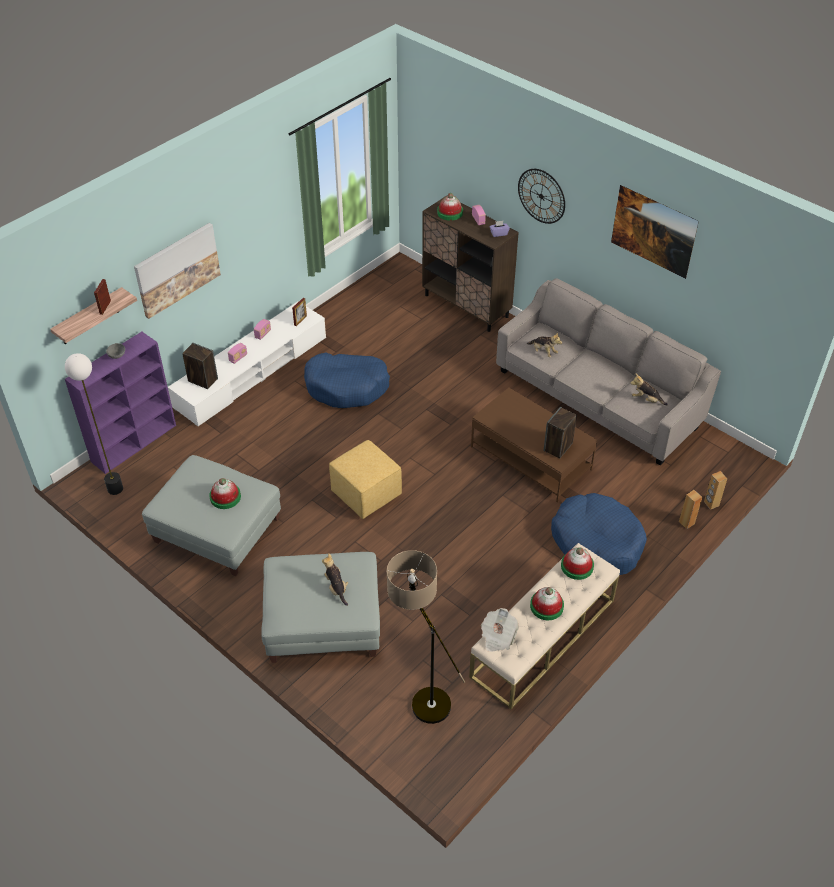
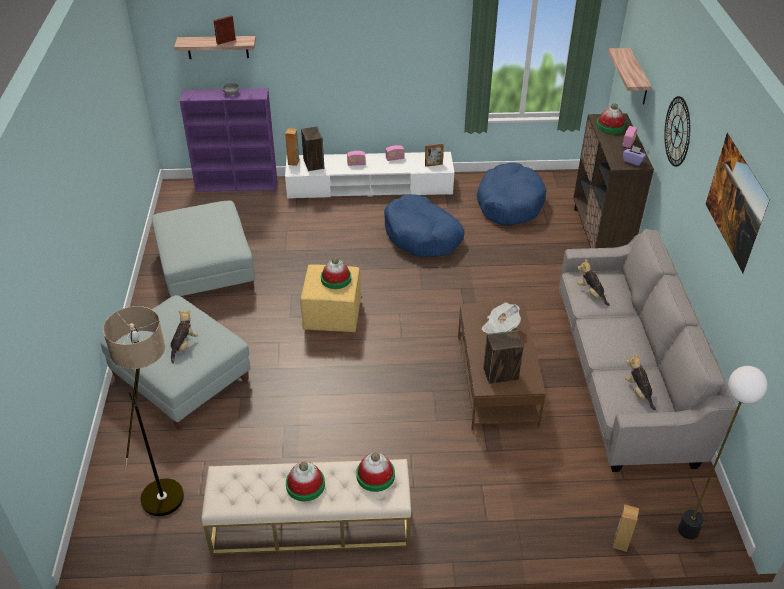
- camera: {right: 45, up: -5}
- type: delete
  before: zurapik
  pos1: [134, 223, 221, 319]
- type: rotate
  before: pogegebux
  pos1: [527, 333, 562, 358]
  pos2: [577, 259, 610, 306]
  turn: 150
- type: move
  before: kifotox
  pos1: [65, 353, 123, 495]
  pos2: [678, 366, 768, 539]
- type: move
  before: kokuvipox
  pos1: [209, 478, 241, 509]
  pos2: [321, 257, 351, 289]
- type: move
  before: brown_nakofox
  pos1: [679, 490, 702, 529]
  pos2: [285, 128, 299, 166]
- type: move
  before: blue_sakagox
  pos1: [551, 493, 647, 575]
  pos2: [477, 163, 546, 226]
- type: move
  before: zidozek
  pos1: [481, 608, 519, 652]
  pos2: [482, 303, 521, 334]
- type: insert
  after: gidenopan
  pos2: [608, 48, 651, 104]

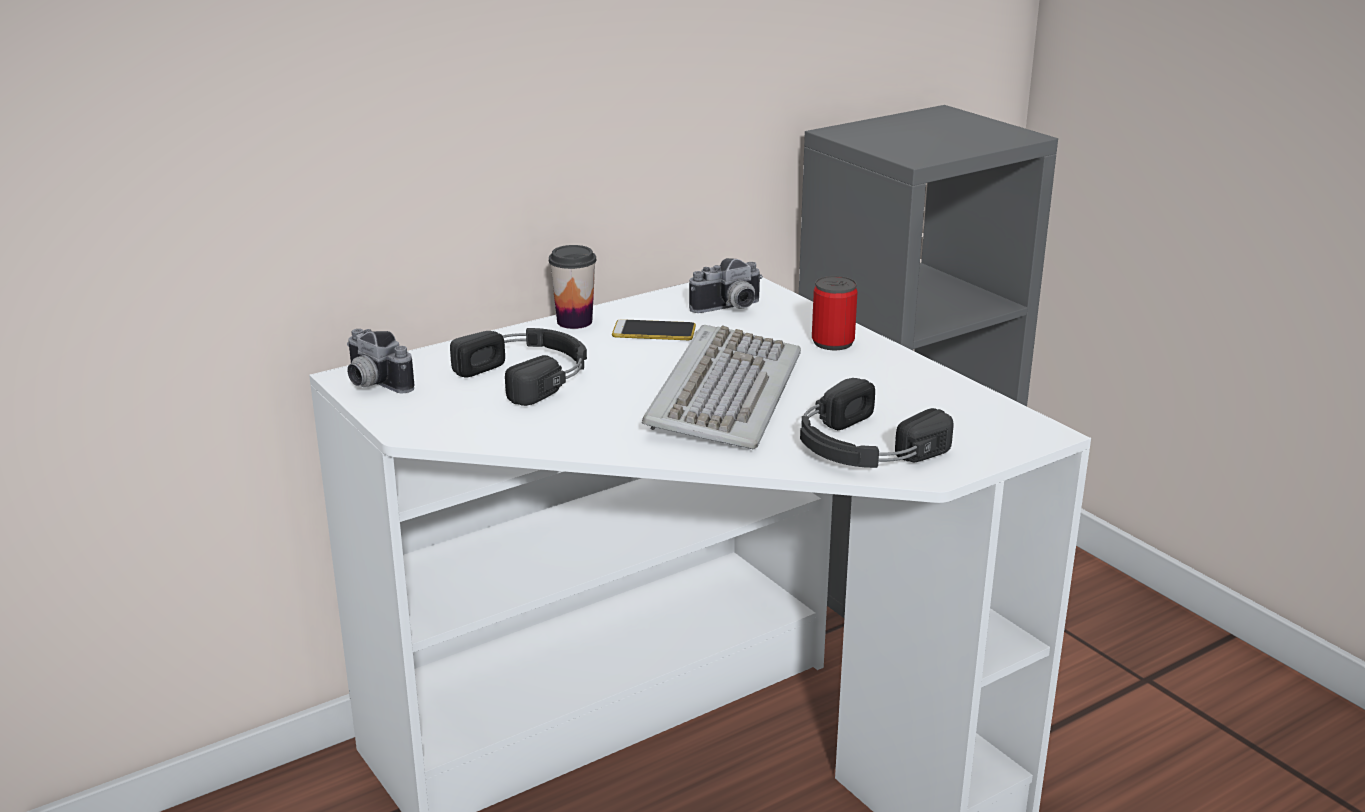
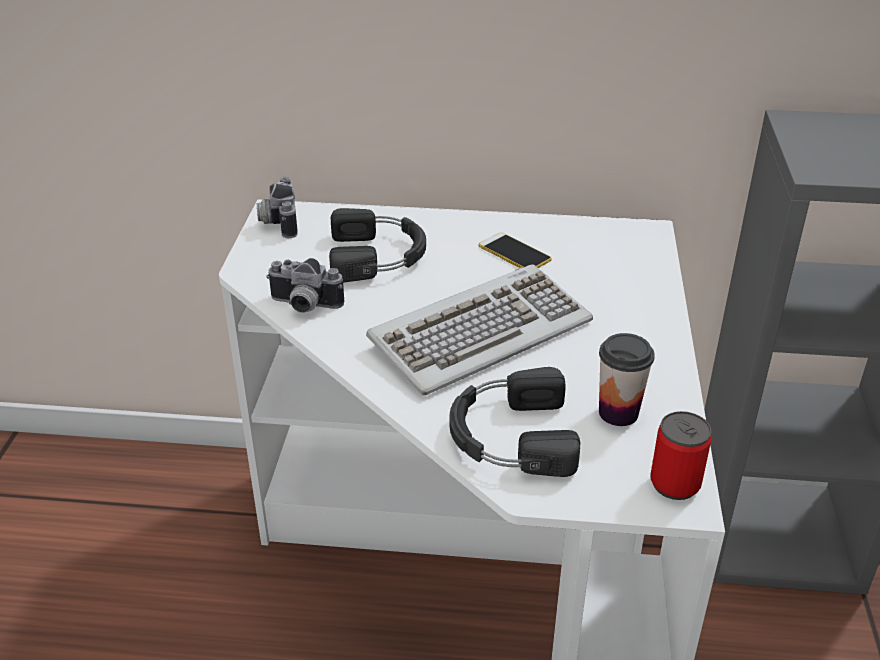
- camera: {right: 40, up: 10}
- type: move
  before: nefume
  pos1: [549, 245, 596, 329]
  pos2: [599, 333, 655, 426]
- type: move
  before: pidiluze
  pos1: [689, 258, 763, 313]
  pos2: [266, 258, 344, 313]
- type: move
  before: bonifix
  pos1: [812, 276, 858, 350]
  pos2: [651, 411, 712, 500]

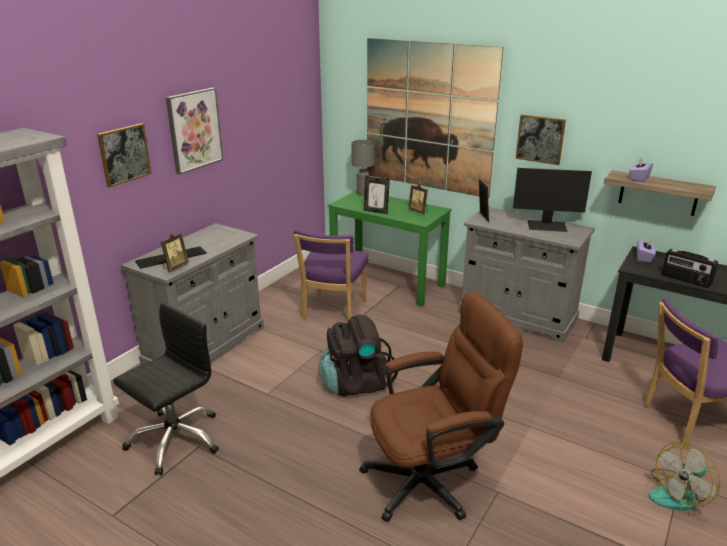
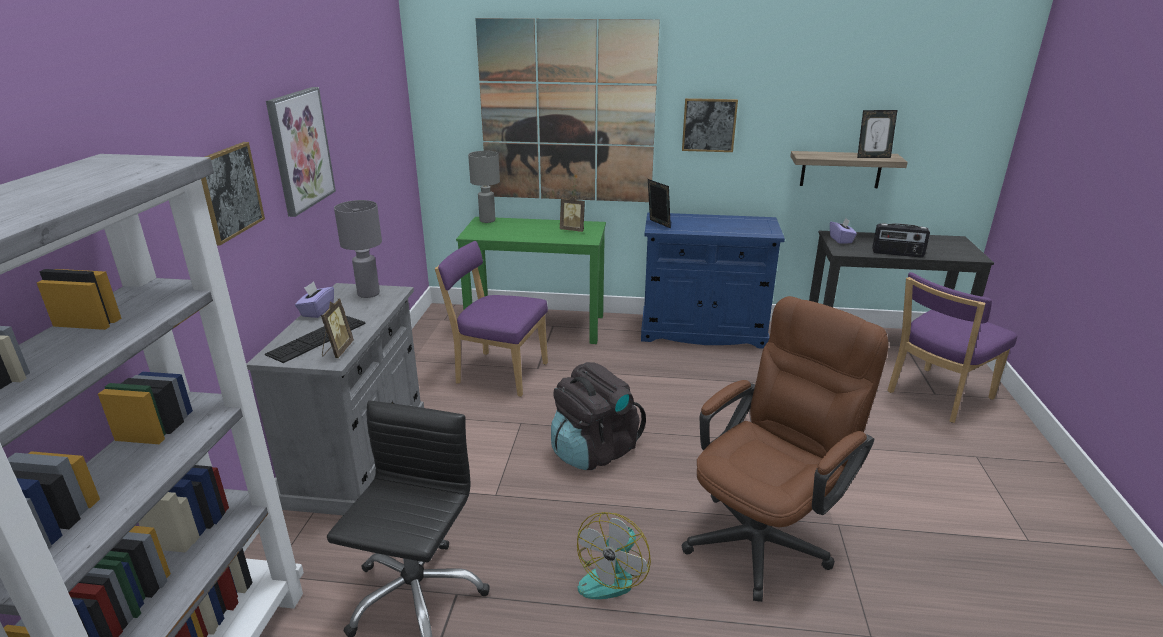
- camera: {right: -25, up: 0}
- type: move
  before: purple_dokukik
  pos1: [629, 158, 653, 182]
  pos2: [295, 281, 334, 318]
- type: delete
  before: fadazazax
  pos1: [513, 168, 592, 232]
- type: move
  before: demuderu
  pos1: [364, 176, 390, 214]
  pos2: [857, 110, 897, 158]
- type: recolor
  before: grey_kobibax
  after: blue_kobibax
  pos1: [459, 207, 595, 343]
  pos2: [641, 212, 785, 349]
- type: rotate
  before: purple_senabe
  pos1: [294, 230, 369, 320]
  pos2: [435, 241, 548, 397]
  turn: 120
- type: move
  before: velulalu
  pos1: [649, 442, 720, 511]
  pos2: [577, 512, 651, 599]
- type: insert
  after: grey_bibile
  pos2: [334, 200, 382, 298]

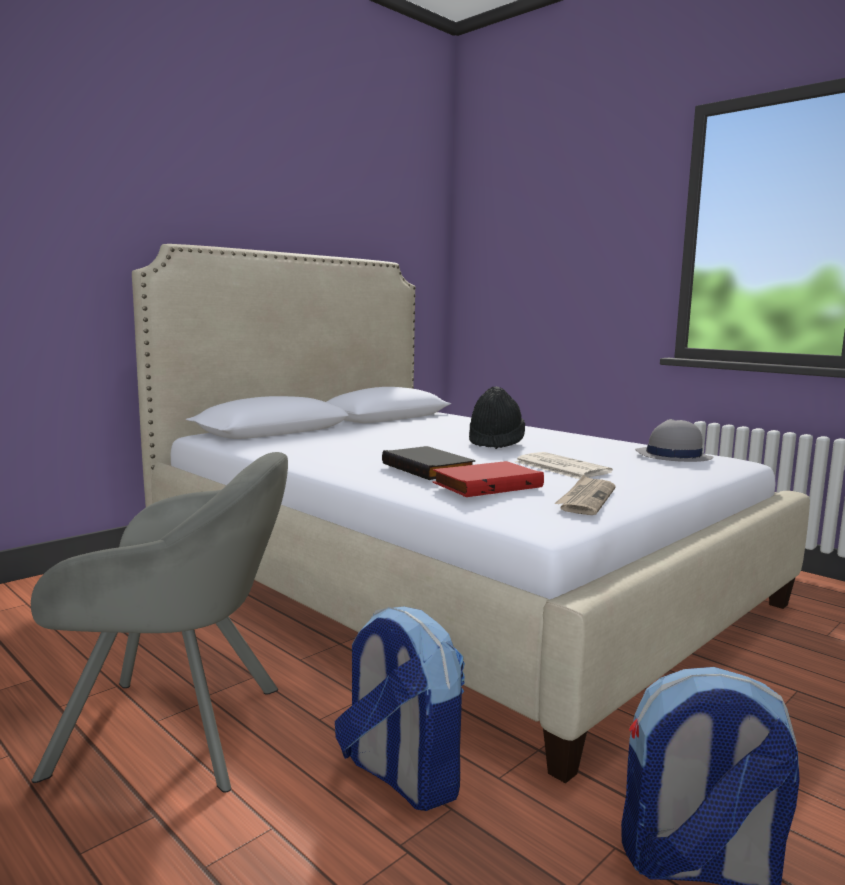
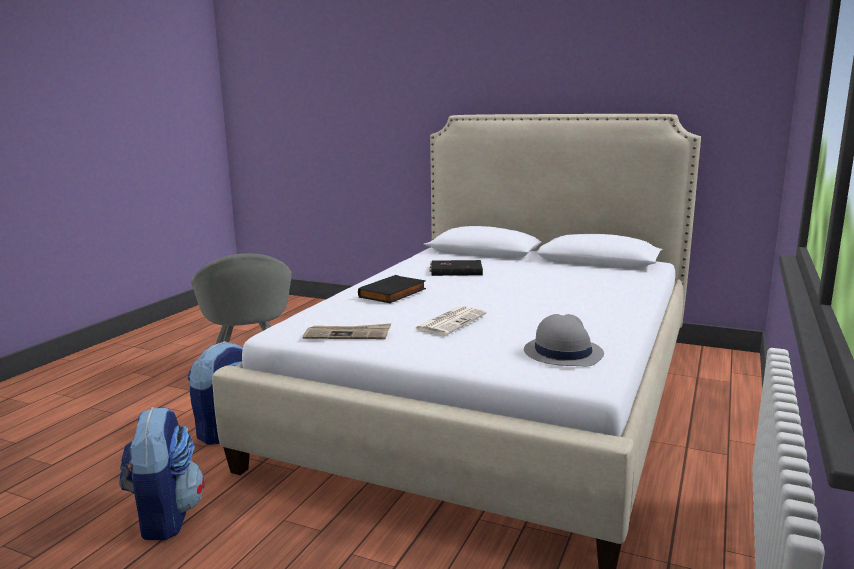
- camera: {right: 70, up: 5}
- type: delete
  before: black_kokuvipox
  pos1: [469, 386, 525, 449]
- type: delete
  before: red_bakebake
  pos1: [433, 461, 544, 497]
- type: insert
  after: black_bakebake
  pos2: [429, 260, 483, 276]

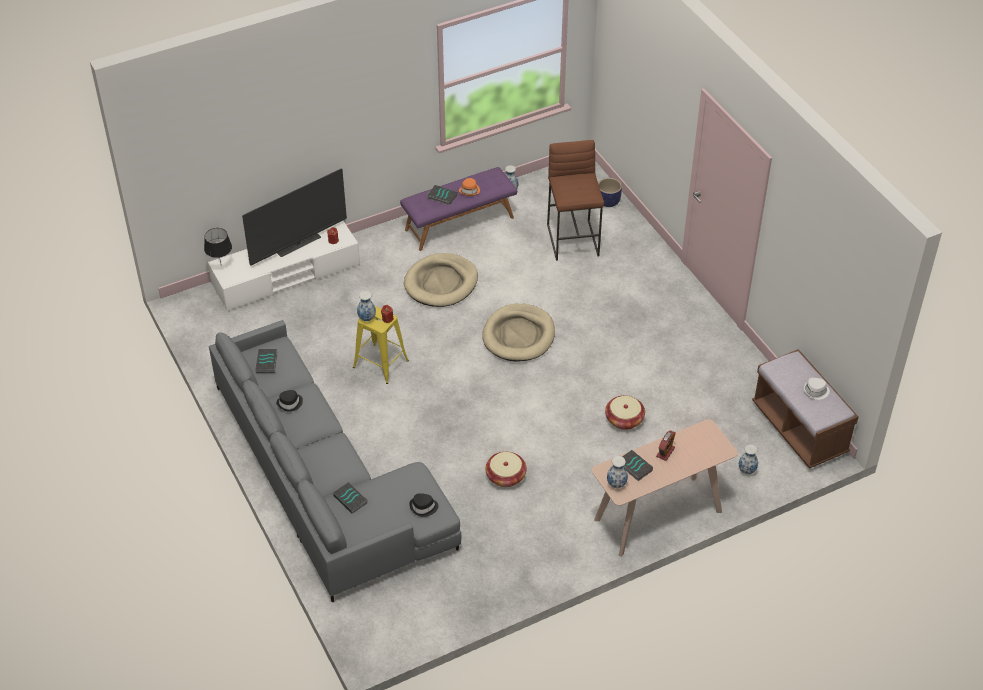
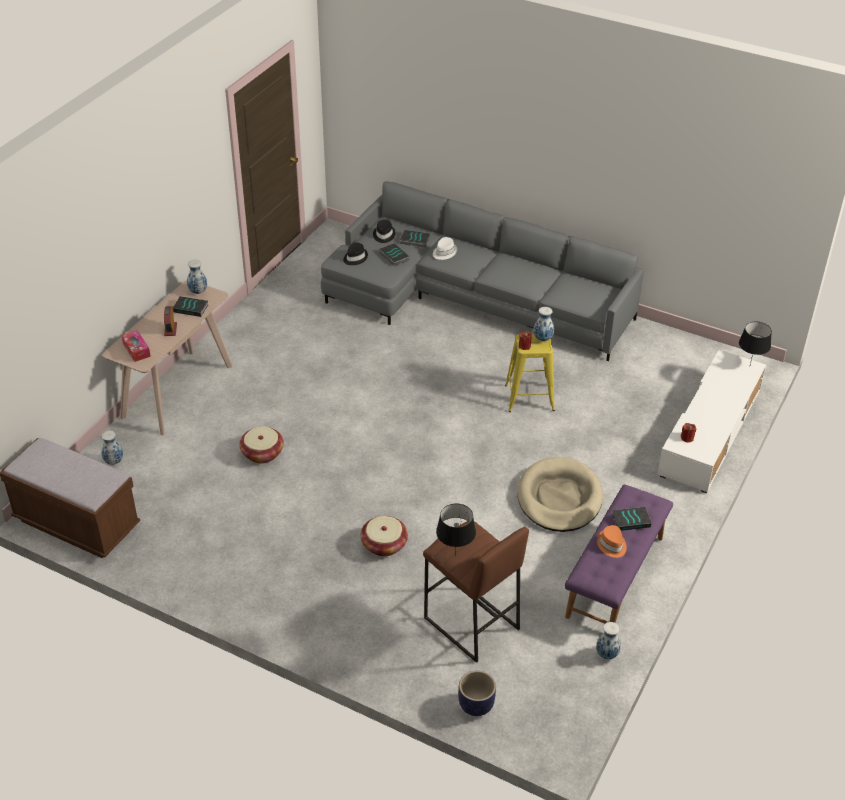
- camera: {right: 145, up: -5}
- type: delete
  before: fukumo
  pos1: [242, 168, 347, 266]
- type: delete
  before: beige_sakagox
  pos1: [482, 304, 555, 362]
- type: move
  before: bakebake
  pos1: [255, 349, 278, 373]
  pos2: [379, 243, 409, 266]
- type: move
  before: white_kokuvipox
  pos1: [803, 378, 830, 400]
  pos2: [433, 237, 457, 260]
- type: move
  before: black_kokuvipox
  pos1: [276, 390, 303, 412]
  pos2: [373, 220, 396, 243]
- type: move
  before: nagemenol
  pos1: [485, 452, 526, 487]
  pos2: [361, 516, 408, 556]
- type: insert
  after: dokukik
  pos2: [121, 330, 151, 362]
- type: insert
  after: black_bibile
  pos2: [436, 504, 476, 555]

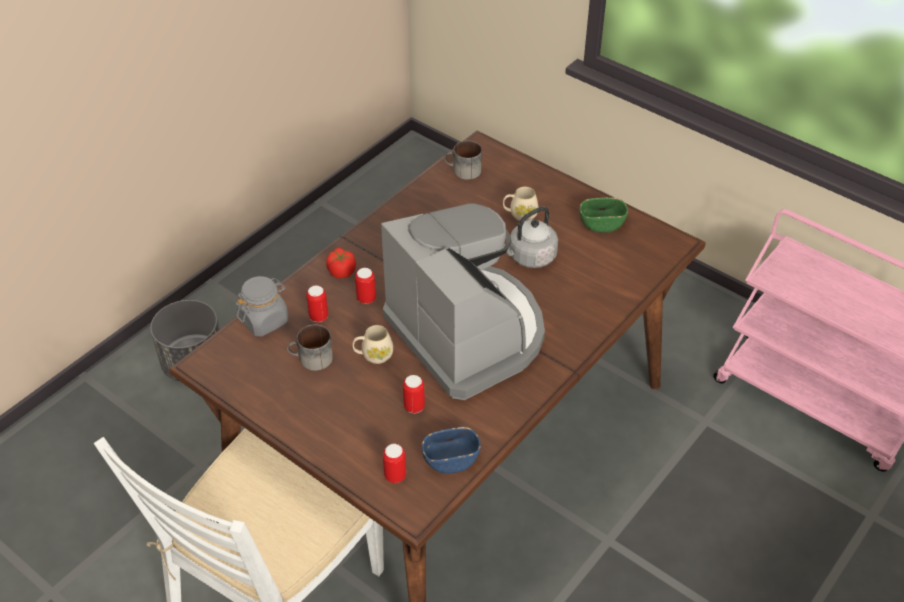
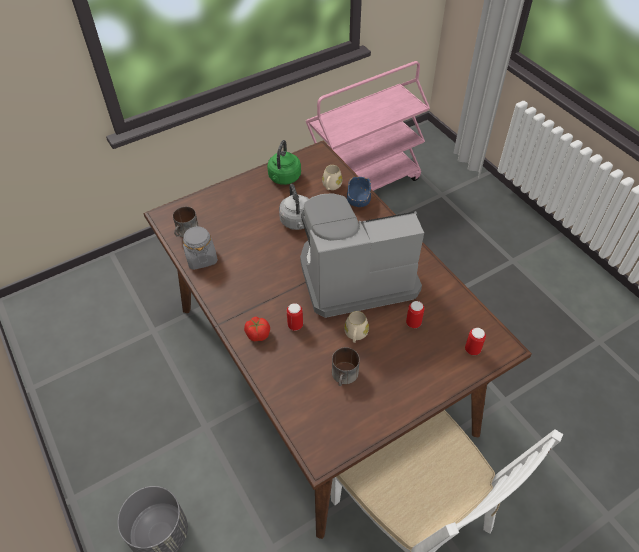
- camera: {right: -70, up: 5}
- type: move
  before: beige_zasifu
  pos1: [503, 187, 538, 221]
  pos2: [322, 165, 342, 190]
- type: replace
  before: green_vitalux
  after: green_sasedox
  pos1: [580, 197, 628, 233]
  pos2: [267, 140, 301, 185]
- type: move
  before: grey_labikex
  pos1: [236, 276, 289, 337]
  pos2: [183, 225, 218, 270]
- type: delete
  before: bonifix
  pos1: [306, 285, 328, 322]
- type: move
  before: blue_vitalux
  pos1: [422, 427, 481, 474]
  pos2: [347, 177, 371, 207]

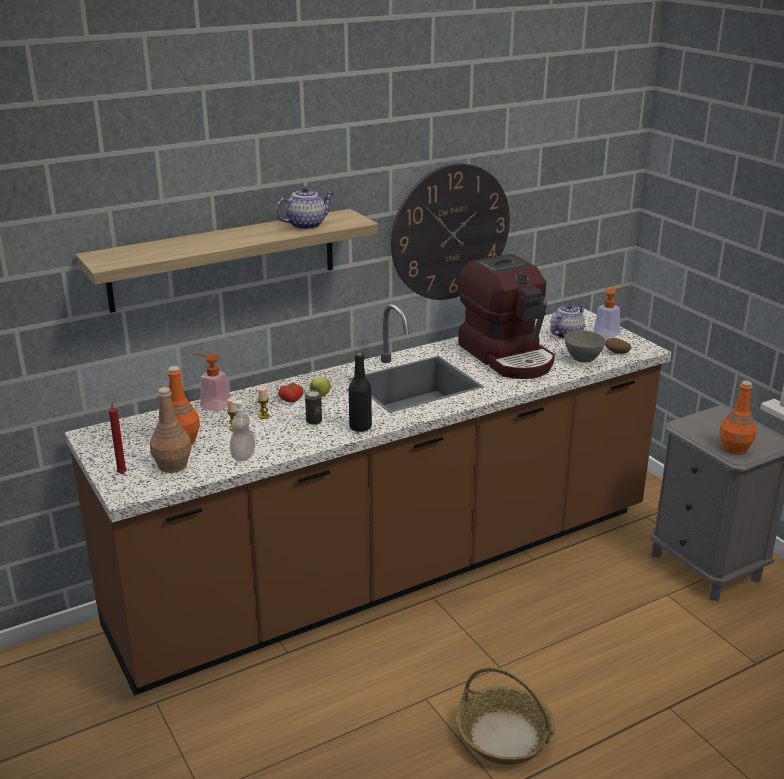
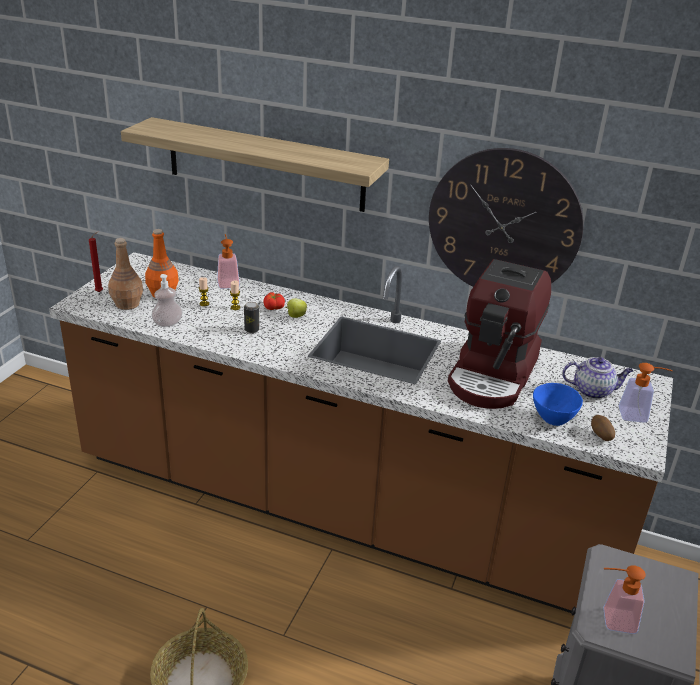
- camera: {right: 50, up: 5}
- type: delete
  before: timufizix
  pos1: [276, 187, 334, 230]
- type: recolor
  before: grey_vitalux
  after: blue_vitalux
  pos1: [564, 330, 606, 363]
  pos2: [533, 383, 583, 426]
- type: delete
  before: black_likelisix
  pos1: [349, 353, 372, 432]
- type: replace
  before: orange_likelisix
  after: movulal
  pos1: [719, 381, 757, 454]
  pos2: [603, 565, 646, 634]

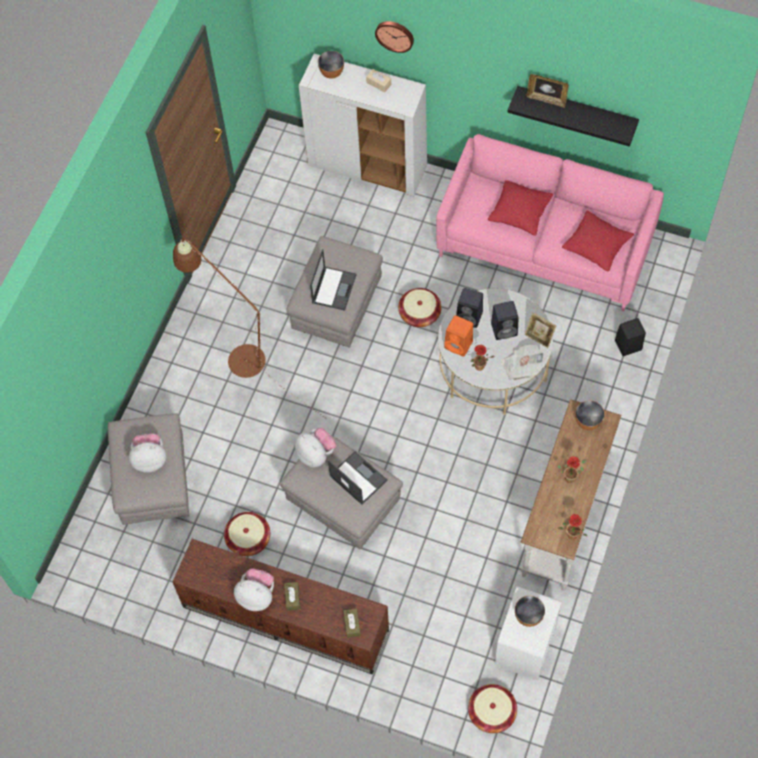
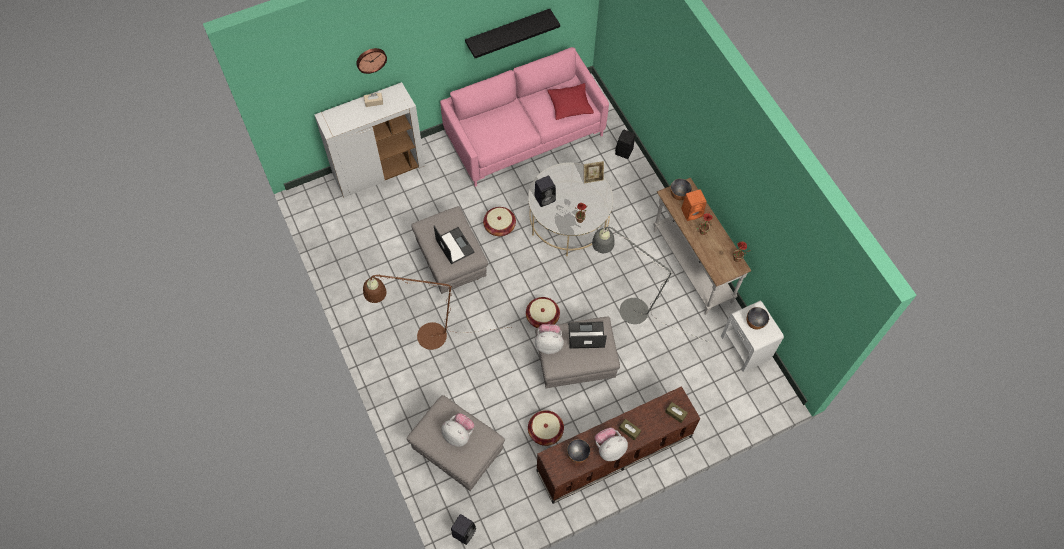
- camera: {right: -50, up: 0}
- type: move
  before: vitalux
  pos1: [318, 51, 344, 79]
  pos2: [567, 439, 590, 463]
- type: delete
  before: demuderu
  pos1: [526, 74, 569, 108]
- type: delete
  before: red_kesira
  pos1: [488, 180, 553, 236]
- type: move
  before: black_nakofox
  pos1: [491, 301, 518, 340]
  pos2: [451, 514, 476, 545]
- type: move
  before: orange_nakofox
  pos1: [444, 315, 473, 357]
  pos2: [681, 189, 706, 221]
- type: delete
  before: zidozek
  pos1: [502, 345, 545, 380]
- type: rotate
  before: pogegebux
  pos1: [129, 433, 166, 473]
  pos2: [441, 413, 474, 447]
  turn: 90
- type: move
  before: nagemenol
  pos1: [468, 684, 517, 733]
  pos2: [526, 297, 560, 328]
- type: insert
  after: grey_kifotox
  pos2: [592, 227, 708, 342]

